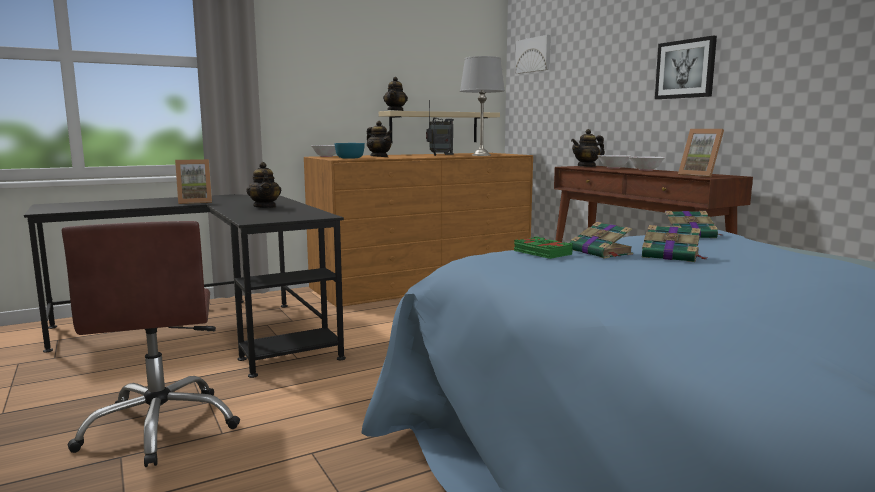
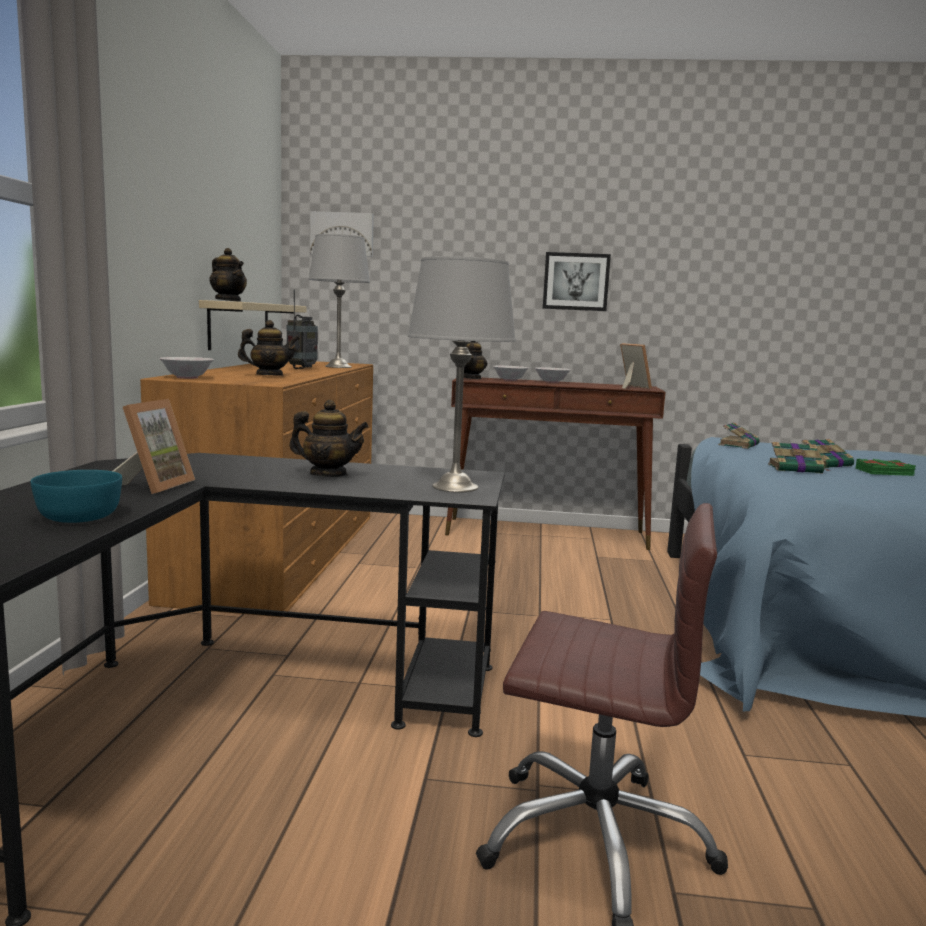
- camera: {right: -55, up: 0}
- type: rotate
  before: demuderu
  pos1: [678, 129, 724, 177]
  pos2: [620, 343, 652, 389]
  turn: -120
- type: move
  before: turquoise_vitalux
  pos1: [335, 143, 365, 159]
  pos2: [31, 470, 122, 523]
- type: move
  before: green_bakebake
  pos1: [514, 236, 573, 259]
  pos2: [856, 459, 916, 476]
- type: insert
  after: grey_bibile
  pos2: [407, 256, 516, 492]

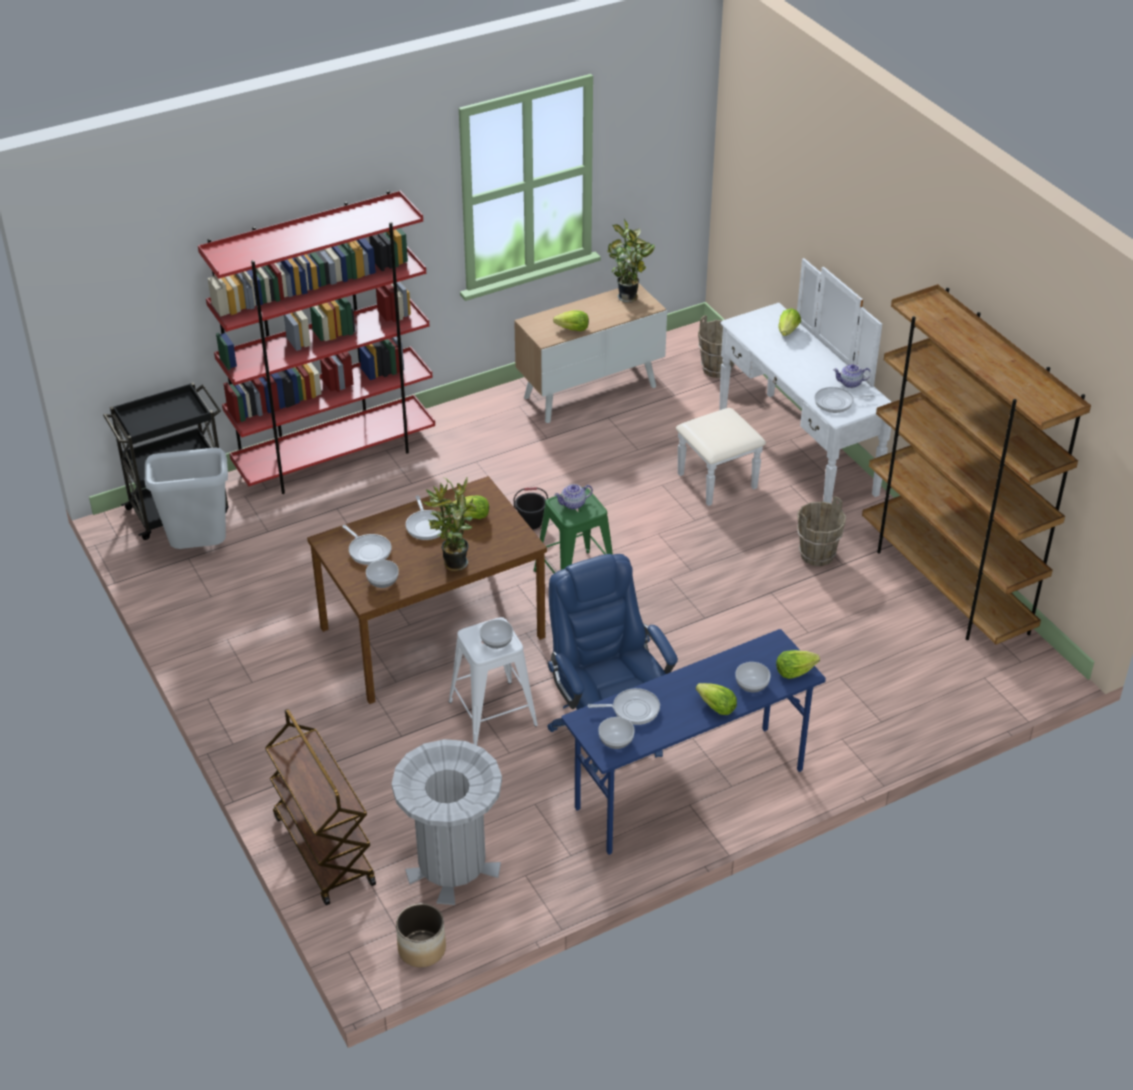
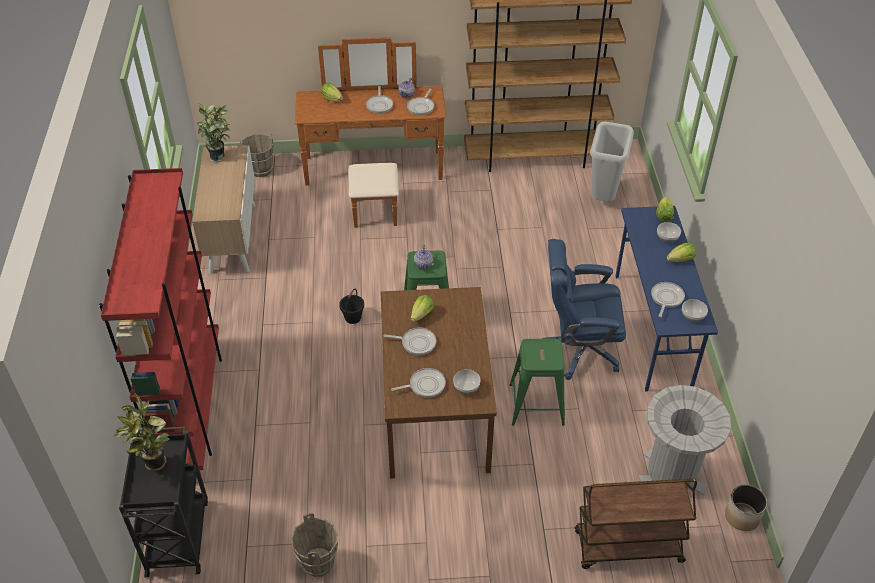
- camera: {right: -65, up: 5}
- type: recolor
  before: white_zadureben
  after: brown_zadureben
  pos1: [676, 258, 891, 506]
  pos2: [295, 37, 446, 228]
- type: delete
  before: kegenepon
  pos1: [553, 311, 589, 331]
- type: move
  before: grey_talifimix
  pos1: [145, 448, 228, 549]
  pos2: [590, 122, 634, 202]
- type: move
  before: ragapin
  pos1: [422, 476, 477, 571]
  pos2: [113, 393, 170, 471]
- type: move
  before: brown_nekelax
  pos1: [797, 496, 846, 566]
  pos2: [291, 513, 338, 577]
- type: recolor
  before: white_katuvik
  after: green_katuvik
  pos1: [449, 617, 538, 745]
  pos2: [510, 339, 565, 426]
- type: delete
  before: vitalux
  pos1: [480, 620, 513, 649]
- type: insert
  after: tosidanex
  pos2: [366, 86, 393, 114]

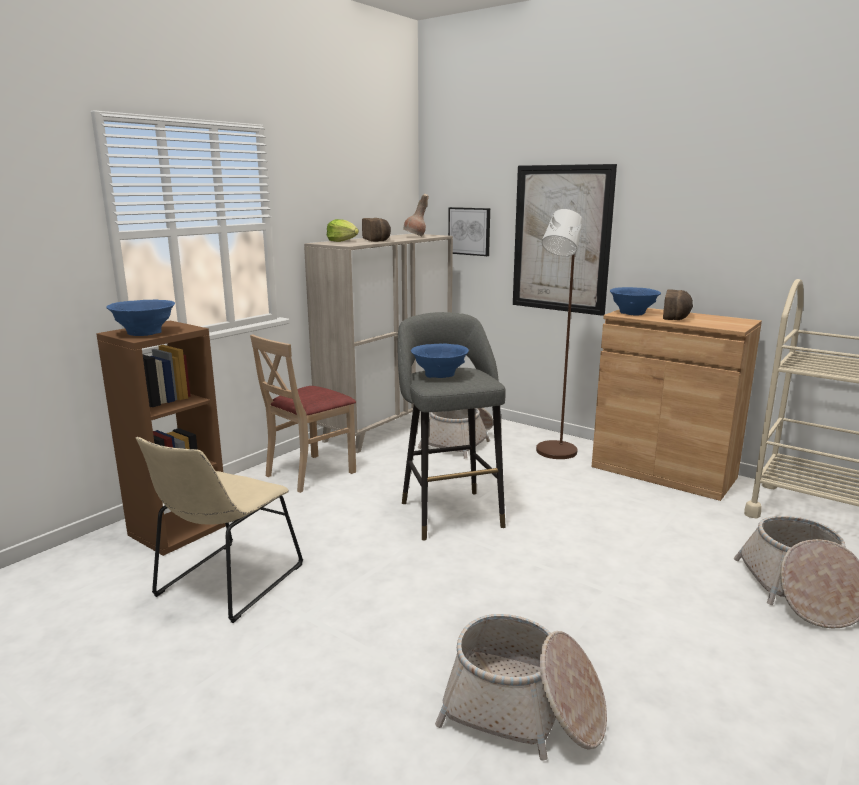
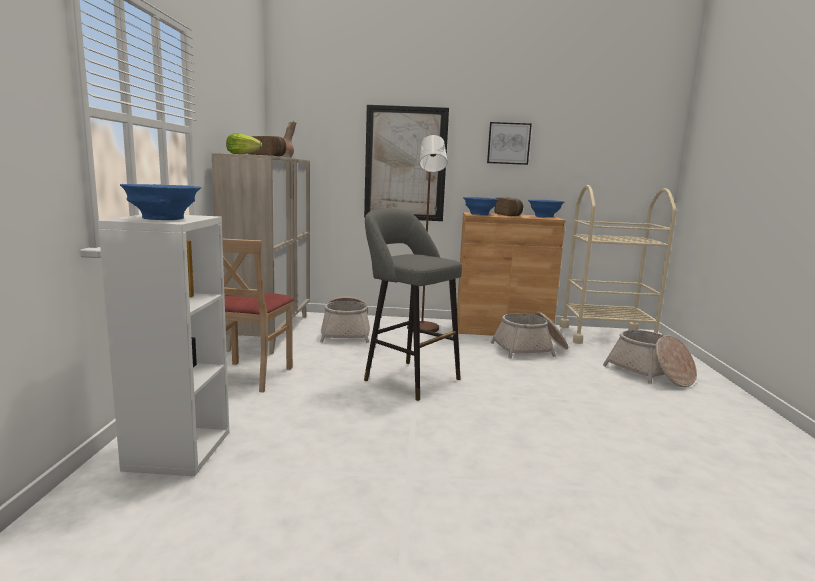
- camera: {right: -35, up: -5}
- type: move
  before: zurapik
  pos1: [448, 207, 490, 256]
  pos2: [487, 122, 532, 165]
- type: recolor
  before: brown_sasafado
  after: white_sasafado
  pos1: [96, 321, 226, 556]
  pos2: [98, 215, 229, 476]
- type: move
  before: blue_vitalux
  pos1: [411, 343, 469, 378]
  pos2: [528, 200, 564, 217]
- type: delete
  before: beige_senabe
  pos1: [136, 437, 303, 623]
- type: move
  before: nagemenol
  pos1: [435, 614, 607, 761]
  pos2: [491, 312, 568, 359]

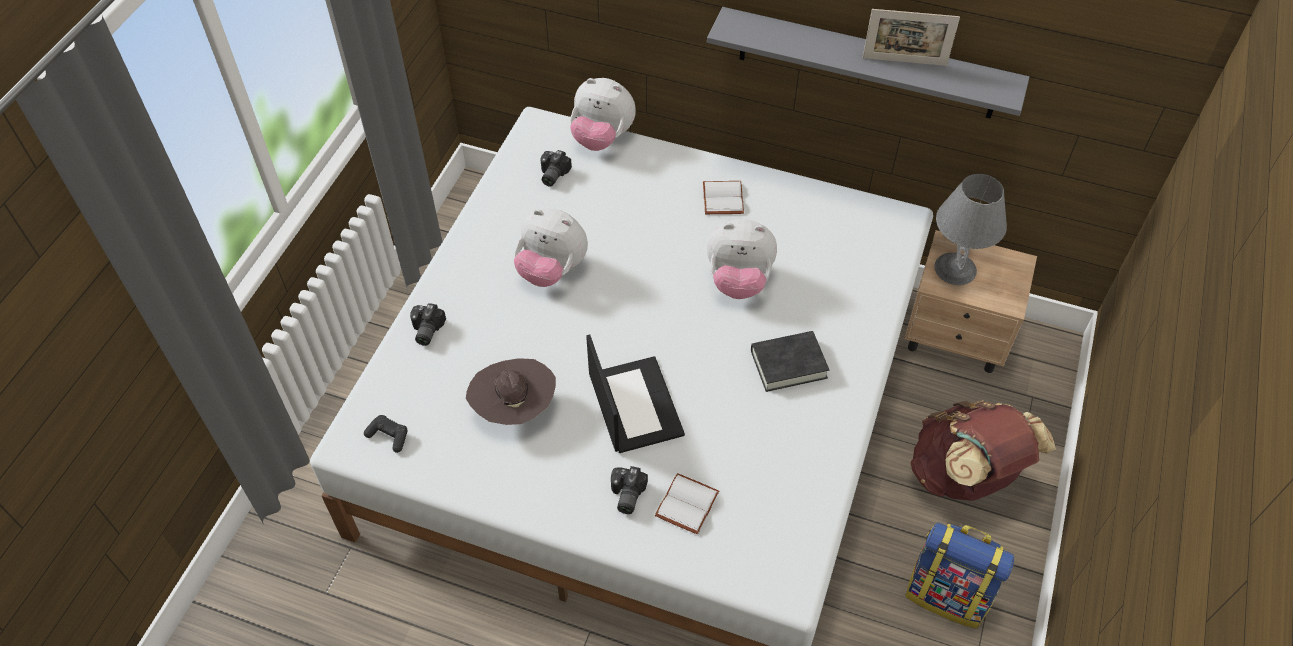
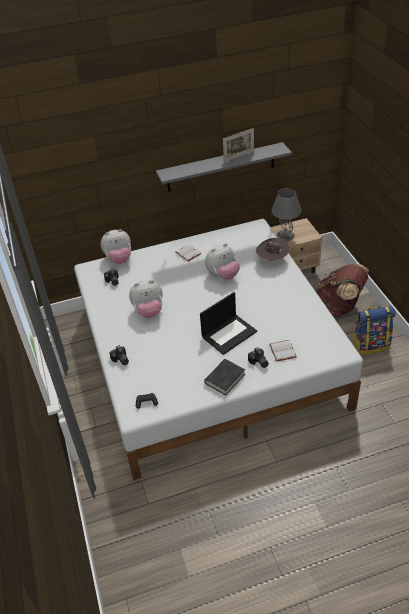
- camera: {right: -35, up: -10}
- type: move
  before: black_bakebake
  pos1: [751, 331, 829, 392]
  pos2: [204, 359, 245, 395]
- type: rotate
  before: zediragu
  pos1: [586, 335, 685, 453]
  pos2: [200, 292, 257, 355]
  turn: 105
- type: move
  before: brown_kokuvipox
  pos1: [466, 358, 556, 425]
  pos2: [256, 238, 289, 261]

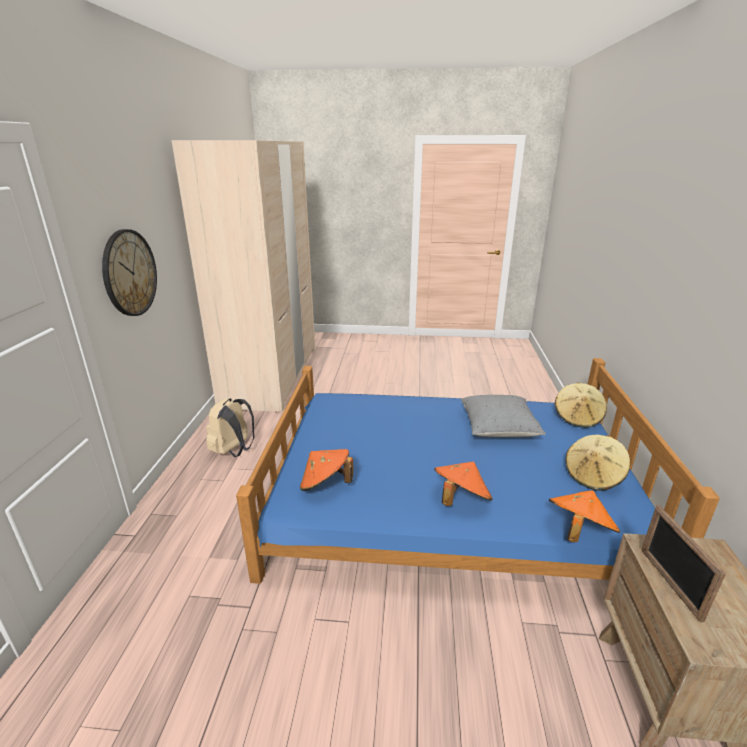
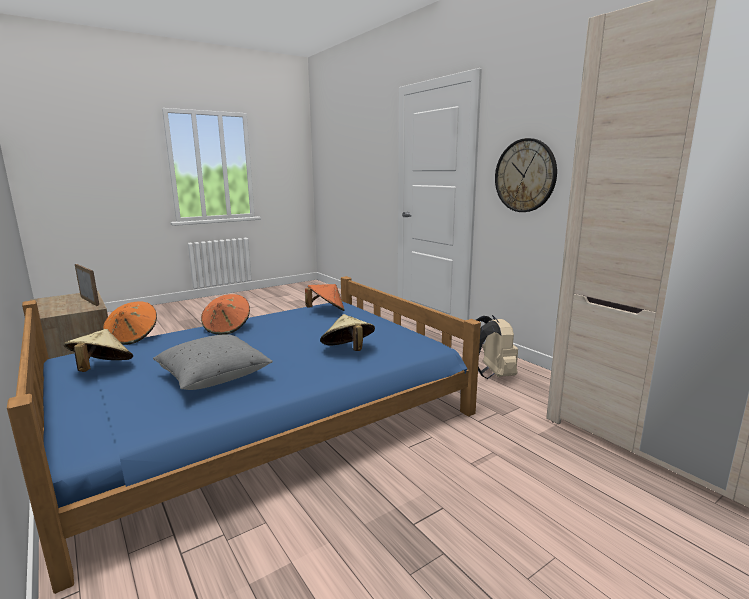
- camera: {right: 140, up: -10}
- type: move
  before: beige_kokuvipox
  pos1: [555, 383, 607, 428]
  pos2: [320, 314, 375, 351]

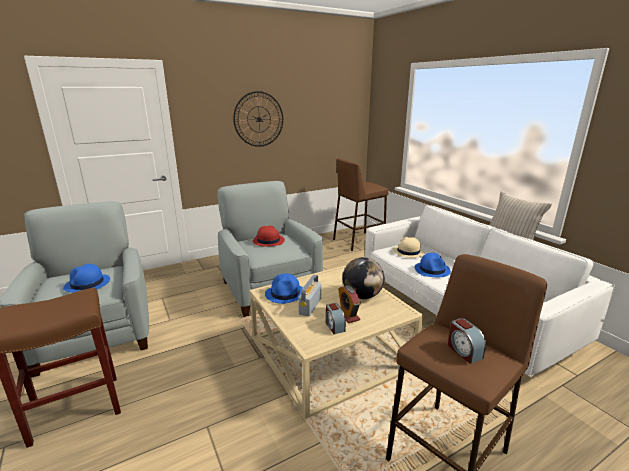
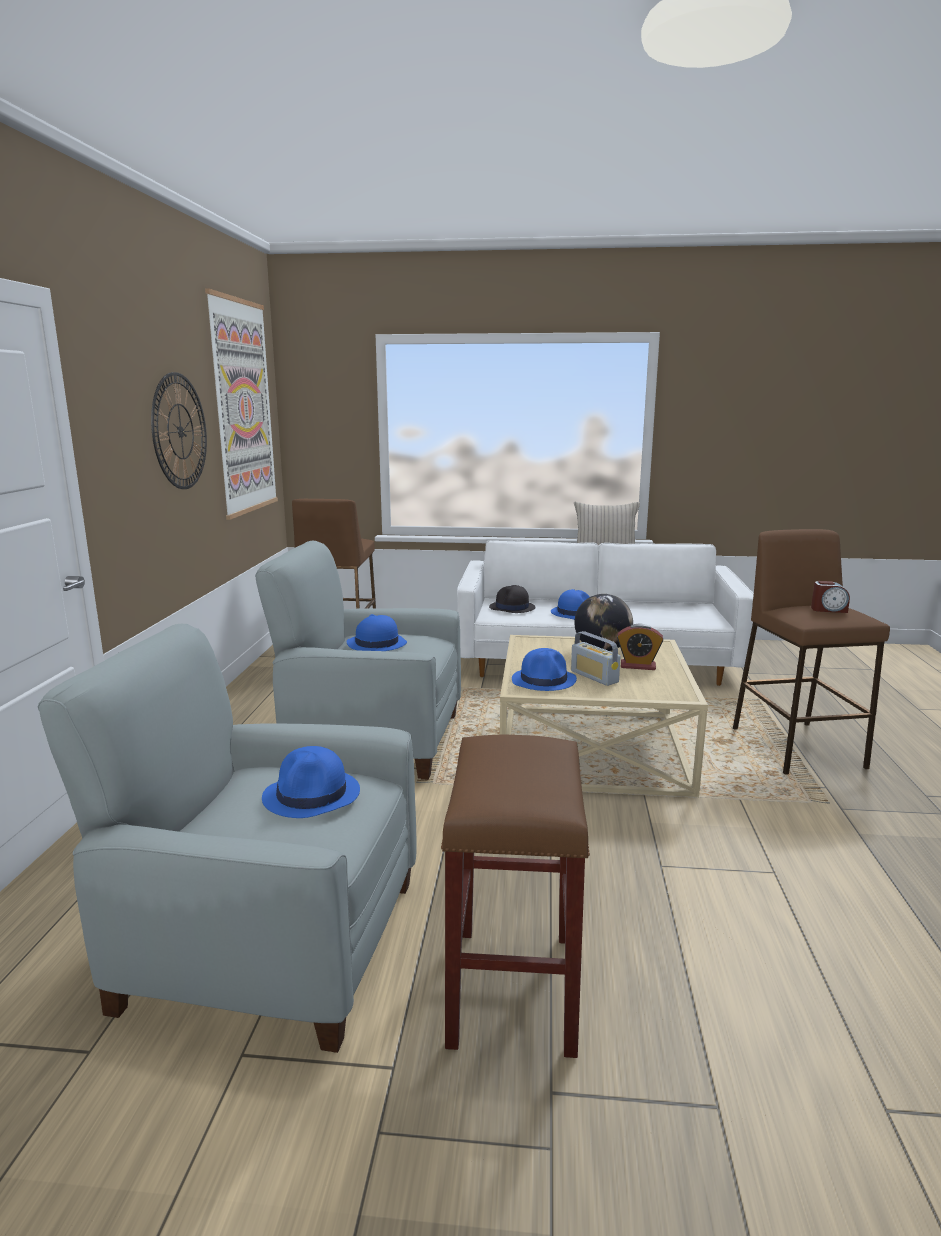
- camera: {right: -55, up: -5}
- type: recolor
  before: red_kokuvipox
  after: blue_kokuvipox
  pos1: [253, 225, 285, 247]
  pos2: [347, 614, 407, 651]
- type: recolor
  before: beige_kokuvipox
  after: black_kokuvipox
  pos1: [393, 237, 425, 258]
  pos2: [489, 585, 536, 613]
- type: delete
  before: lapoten
  pos1: [326, 303, 346, 334]
- type: insert
  after: zurapik
  pos2: [205, 289, 278, 520]

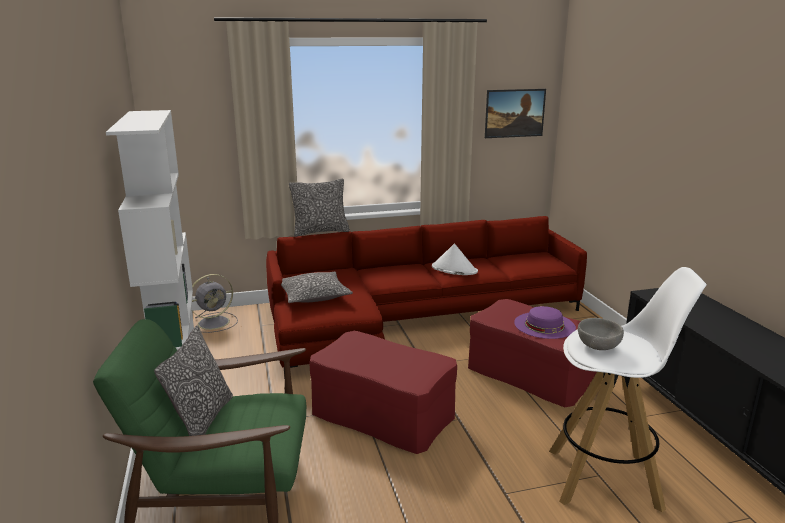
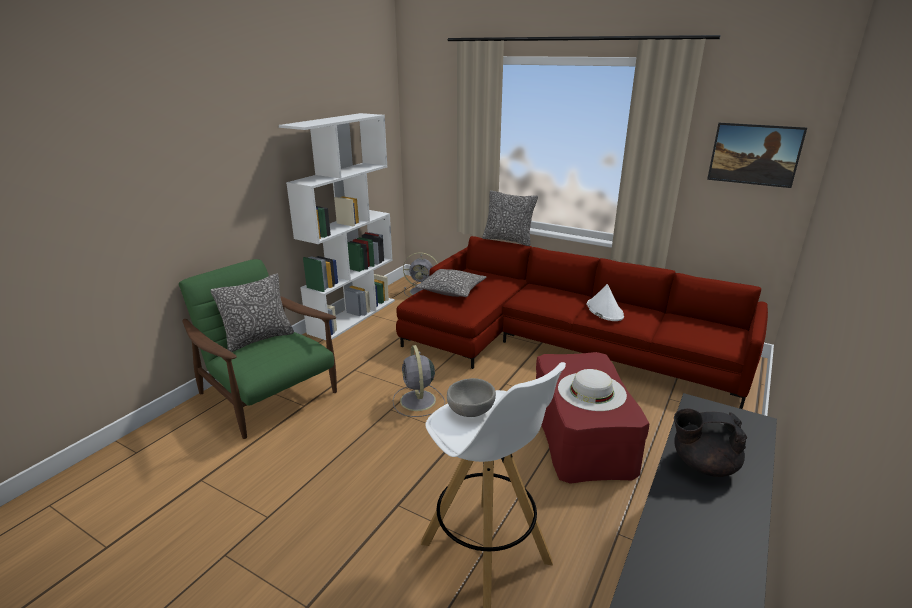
- camera: {right: 45, up: 5}
- type: recolor
  before: purple_kokuvipox
  after: white_kokuvipox
  pos1: [514, 306, 576, 339]
  pos2: [558, 369, 627, 411]
- type: replace
  before: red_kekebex
  after: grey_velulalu
  pos1: [310, 331, 457, 454]
  pos2: [393, 345, 445, 417]
- type: insert
  after: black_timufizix
  pos2: [674, 409, 747, 477]

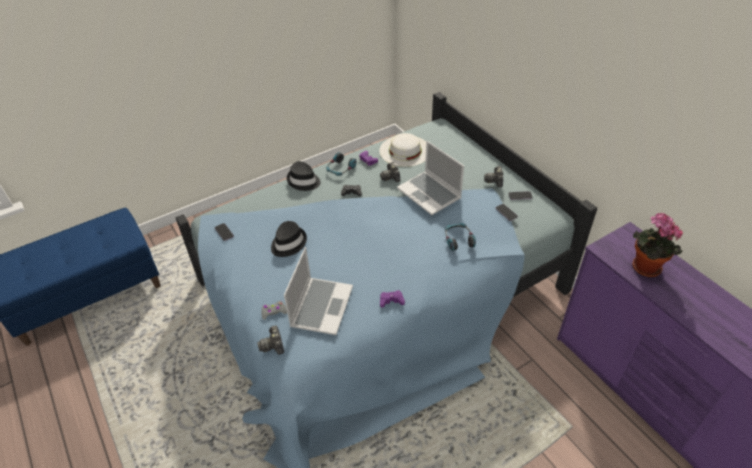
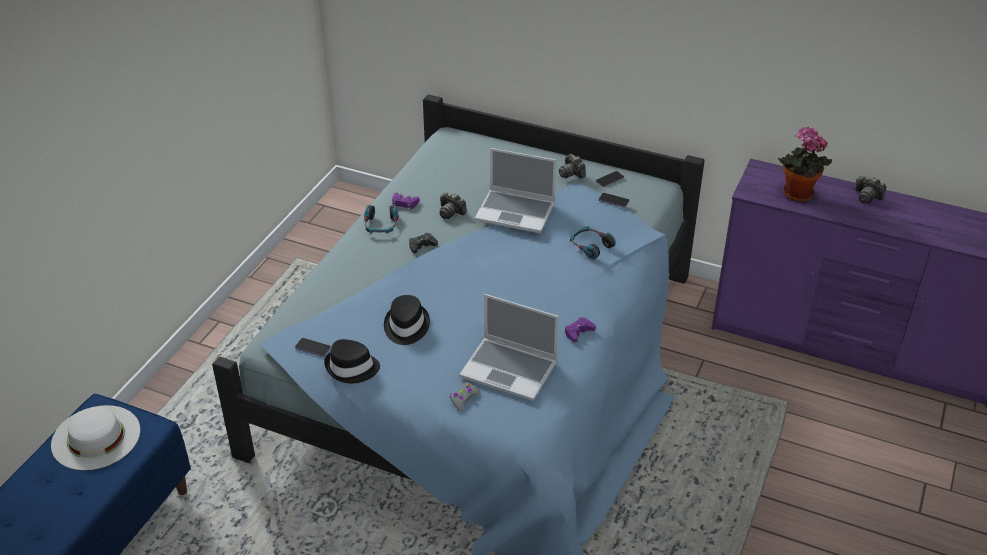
- camera: {right: -35, up: -5}
- type: move
  before: white_kokuvipox
  pos1: [379, 133, 426, 167]
  pos2: [51, 405, 140, 470]
- type: move
  before: black_kokuvipox
  pos1: [287, 161, 321, 191]
  pos2: [324, 339, 380, 383]
- type: rotate
  before: zediragu
  pos1: [284, 247, 353, 335]
  pos2: [459, 294, 559, 401]
  turn: 135
- type: move
  before: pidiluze
  pos1: [257, 325, 284, 355]
  pos2: [855, 176, 886, 204]

